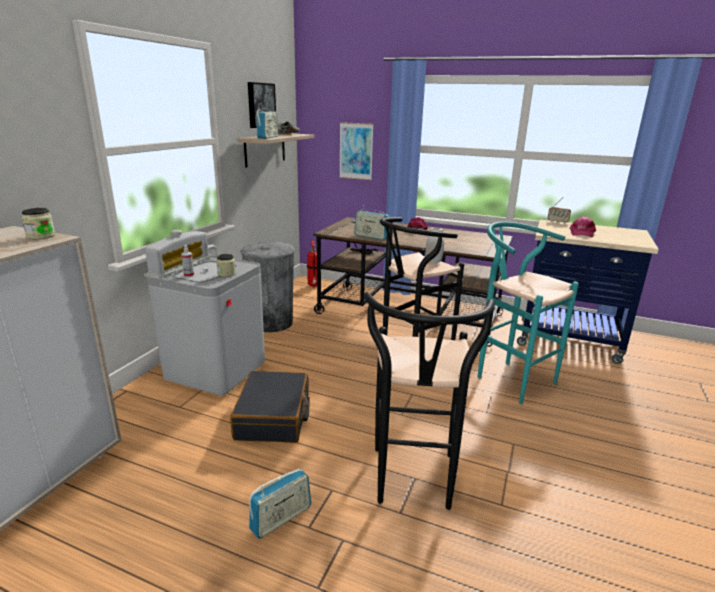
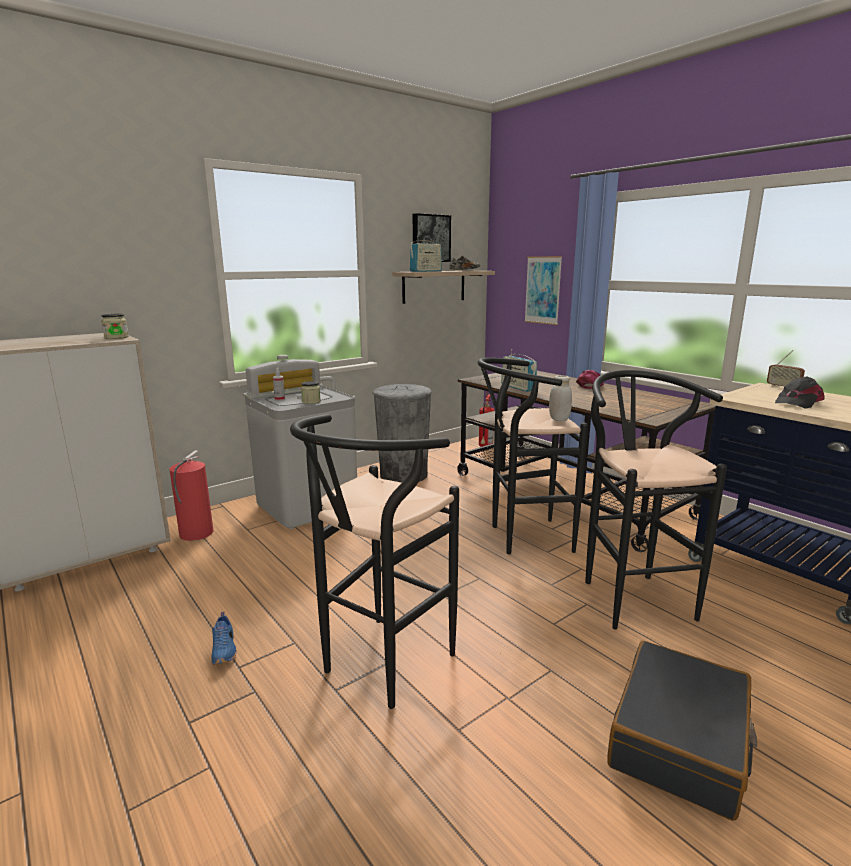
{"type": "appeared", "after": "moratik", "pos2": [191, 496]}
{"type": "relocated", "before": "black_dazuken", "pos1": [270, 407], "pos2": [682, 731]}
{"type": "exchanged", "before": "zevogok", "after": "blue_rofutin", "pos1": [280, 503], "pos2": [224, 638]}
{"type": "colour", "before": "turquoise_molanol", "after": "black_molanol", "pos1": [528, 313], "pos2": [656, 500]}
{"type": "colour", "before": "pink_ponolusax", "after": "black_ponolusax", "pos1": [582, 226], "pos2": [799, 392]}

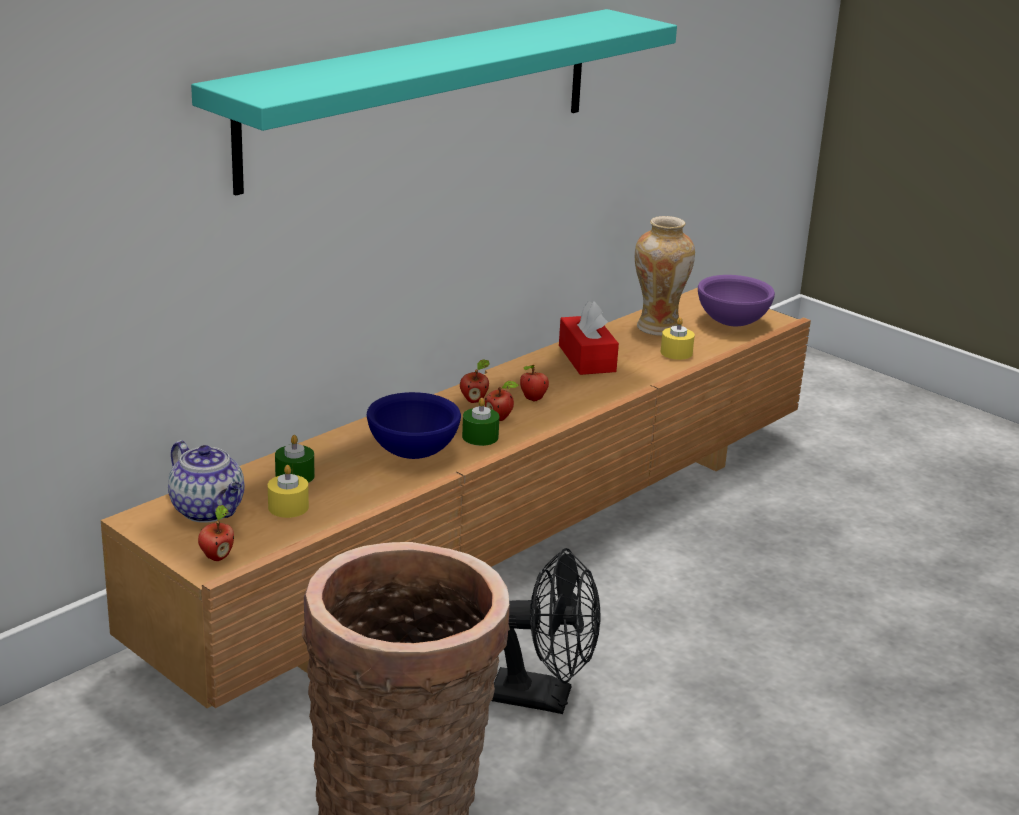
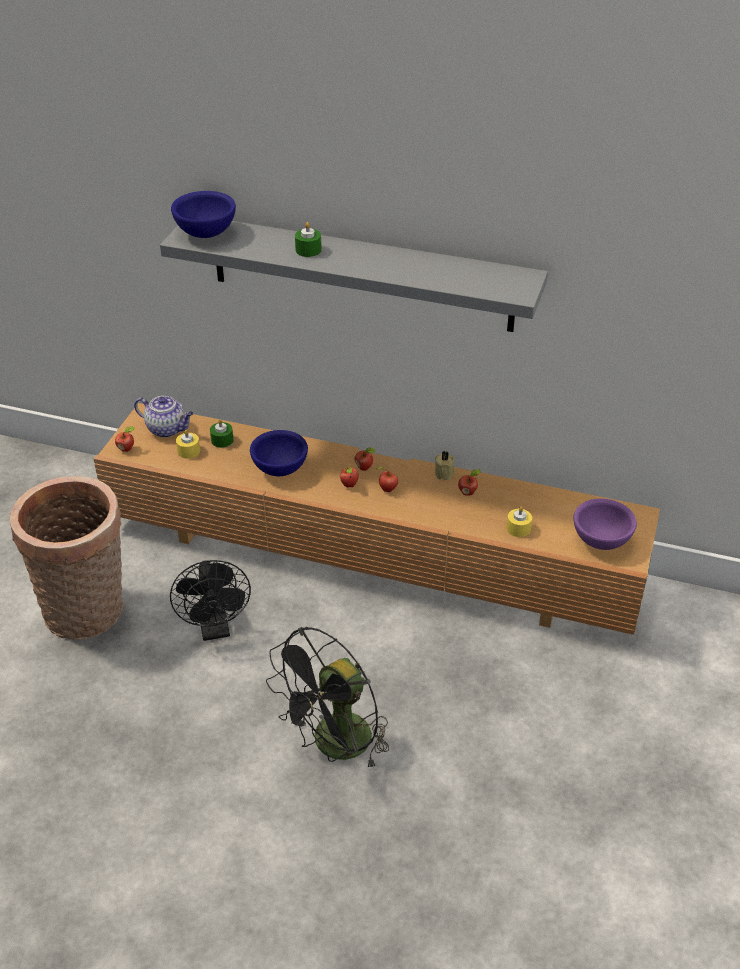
{"type": "missing", "before": "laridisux", "pos1": [665, 276]}
{"type": "appeared", "after": "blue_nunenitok", "pos2": [203, 214]}
{"type": "appeared", "after": "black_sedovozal", "pos2": [327, 696]}
{"type": "appeared", "after": "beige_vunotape", "pos2": [445, 465]}
{"type": "relocated", "before": "green_vunotape", "pos1": [480, 422], "pos2": [308, 239]}
{"type": "exchanged", "before": "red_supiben", "after": "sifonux", "pos1": [589, 338], "pos2": [469, 482]}
{"type": "colour", "before": "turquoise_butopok", "after": "grey_butopok", "pos1": [434, 102], "pos2": [354, 276]}
{"type": "spun", "before": "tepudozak", "pos1": [206, 481], "pos2": [164, 417], "turn": -90}

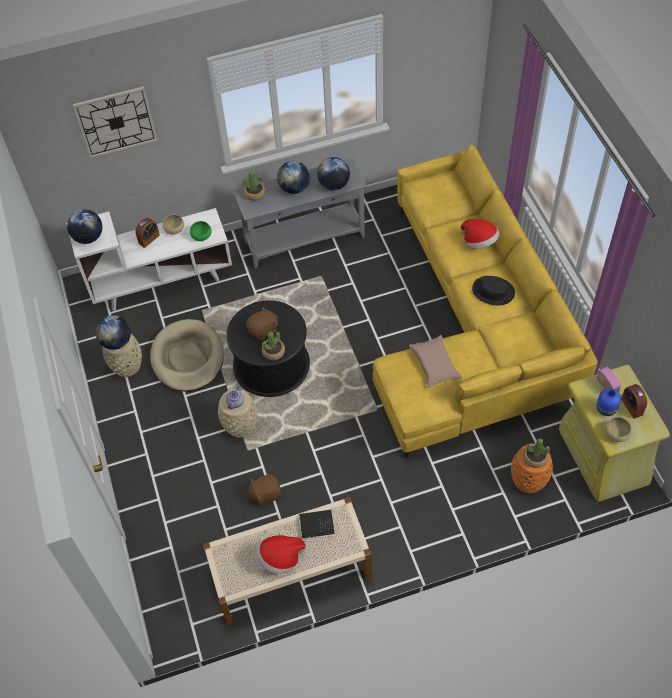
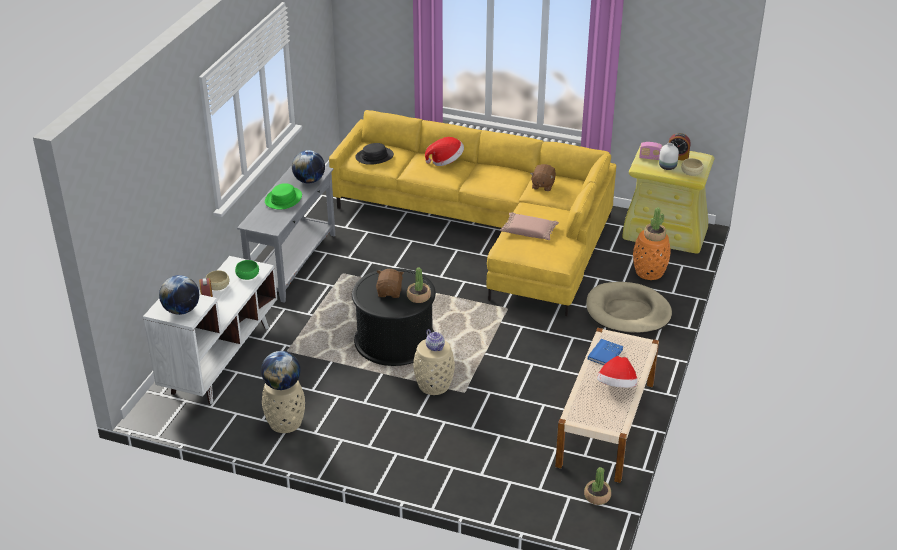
{"type": "missing", "before": "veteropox", "pos1": [115, 122]}
{"type": "relocated", "before": "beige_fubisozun", "pos1": [187, 355], "pos2": [629, 308]}
{"type": "relocated", "before": "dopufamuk", "pos1": [254, 186], "pos2": [597, 486]}
{"type": "relocated", "before": "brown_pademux", "pos1": [263, 490], "pos2": [543, 177]}
{"type": "relocated", "before": "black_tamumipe", "pos1": [493, 290], "pos2": [374, 154]}
{"type": "exchanged", "before": "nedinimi", "after": "green_tamumipe", "pos1": [293, 177], "pos2": [283, 196]}
{"type": "colour", "before": "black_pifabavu", "after": "blue_pifabavu", "pos1": [317, 524], "pos2": [605, 352]}
{"type": "colour", "before": "blue_laridisux", "after": "white_laridisux", "pos1": [608, 402], "pos2": [669, 156]}

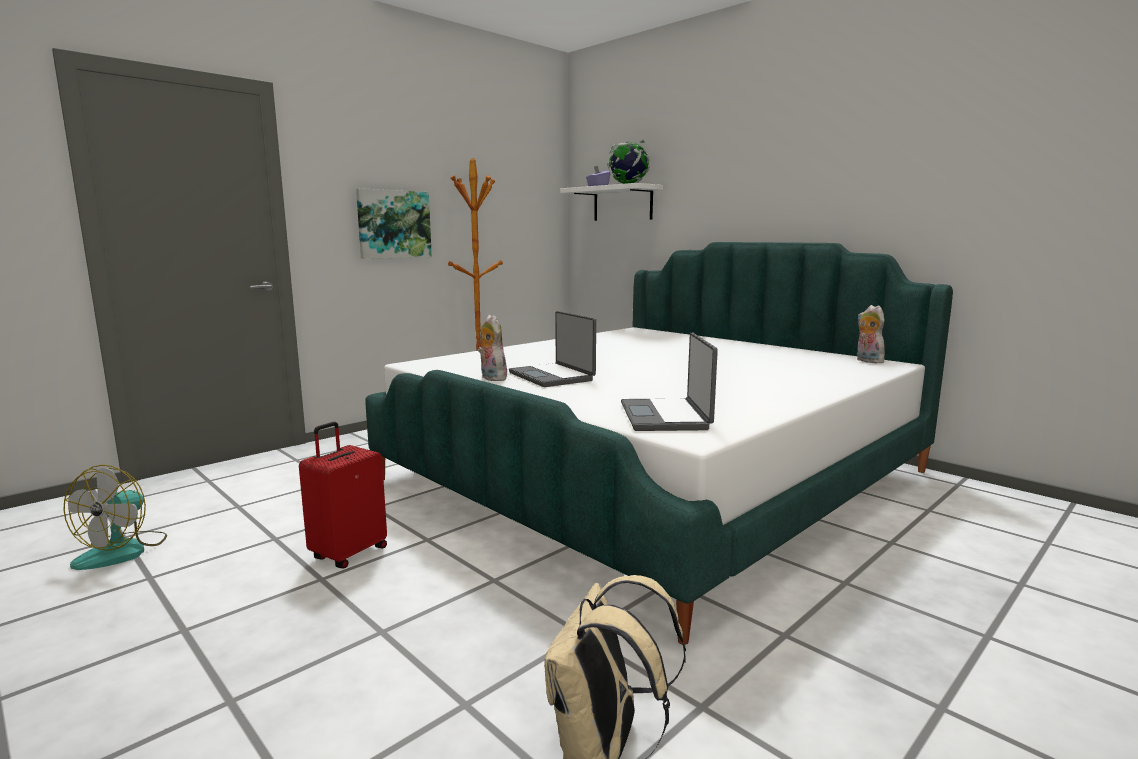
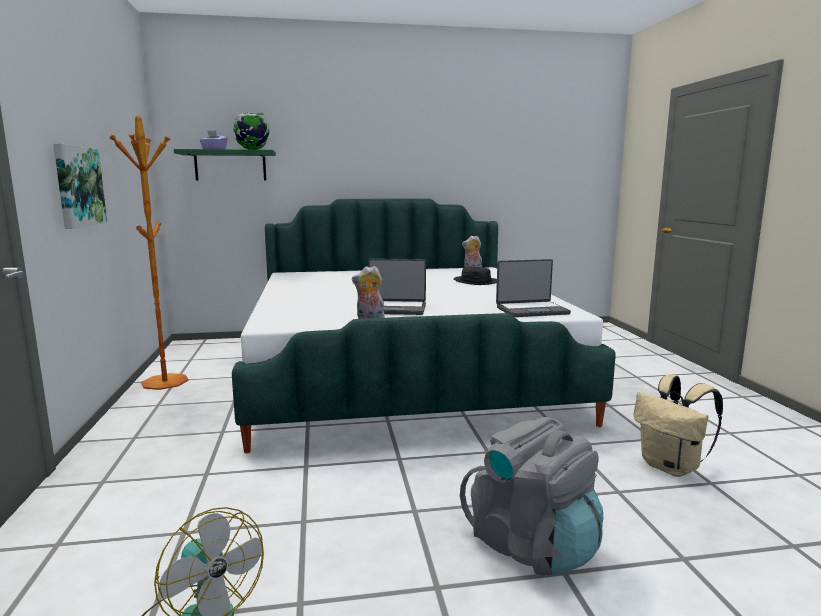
{"type": "missing", "before": "red_dazuken", "pos1": [343, 495]}
{"type": "appeared", "after": "black_tamumipe", "pos2": [475, 276]}
{"type": "appeared", "after": "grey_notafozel", "pos2": [531, 496]}
{"type": "colour", "before": "white_butopok", "after": "green_butopok", "pos1": [611, 202], "pos2": [225, 164]}
{"type": "spun", "before": "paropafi", "pos1": [669, 381], "pos2": [533, 288], "turn": -45}

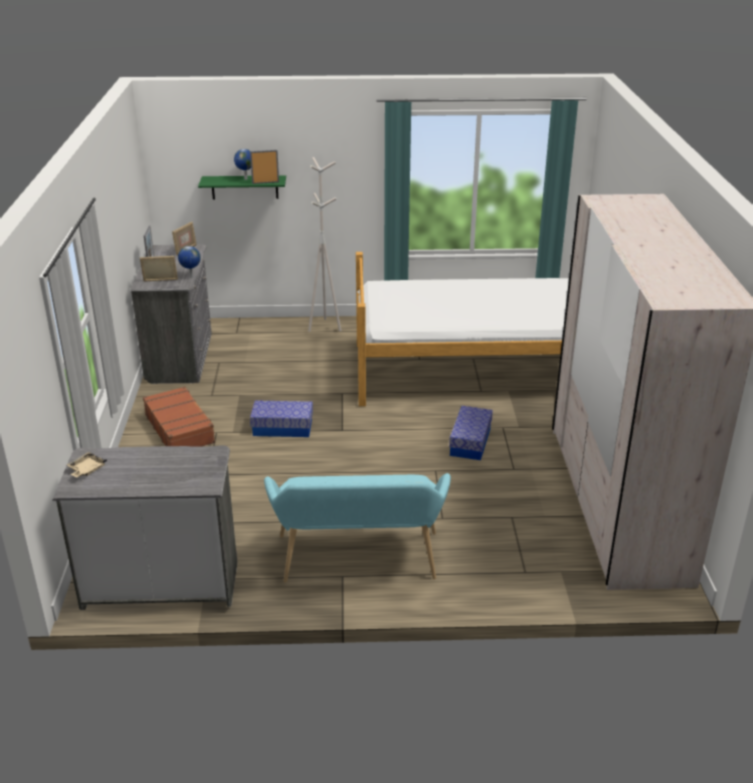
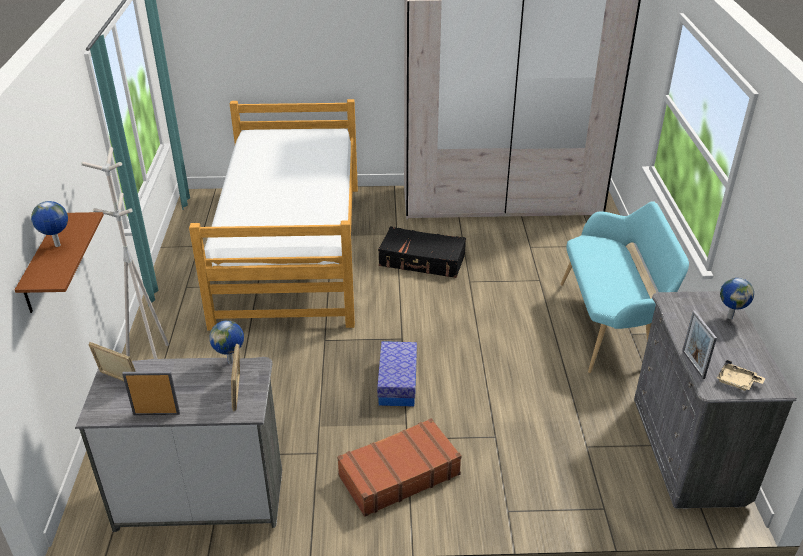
{"type": "appeared", "after": "nedinimi", "pos2": [737, 298]}
{"type": "relocated", "before": "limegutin", "pos1": [264, 167], "pos2": [699, 344]}
{"type": "exchanged", "before": "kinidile", "after": "black_dazuken", "pos1": [471, 433], "pos2": [422, 252]}
{"type": "colour", "before": "green_butopok", "after": "brown_butopok", "pos1": [242, 187], "pos2": [59, 262]}

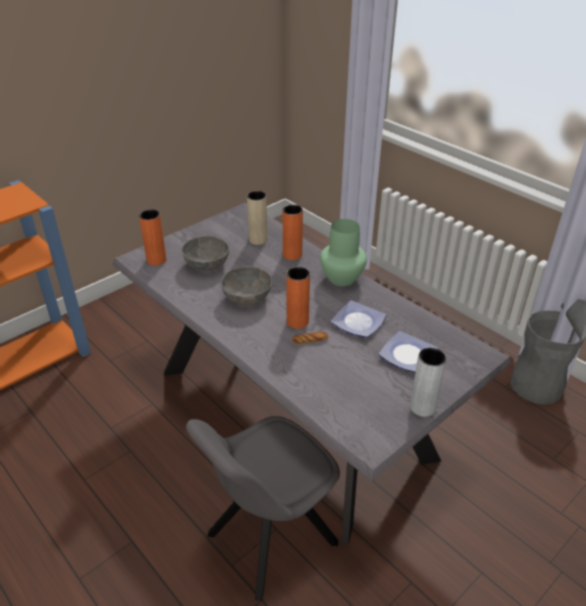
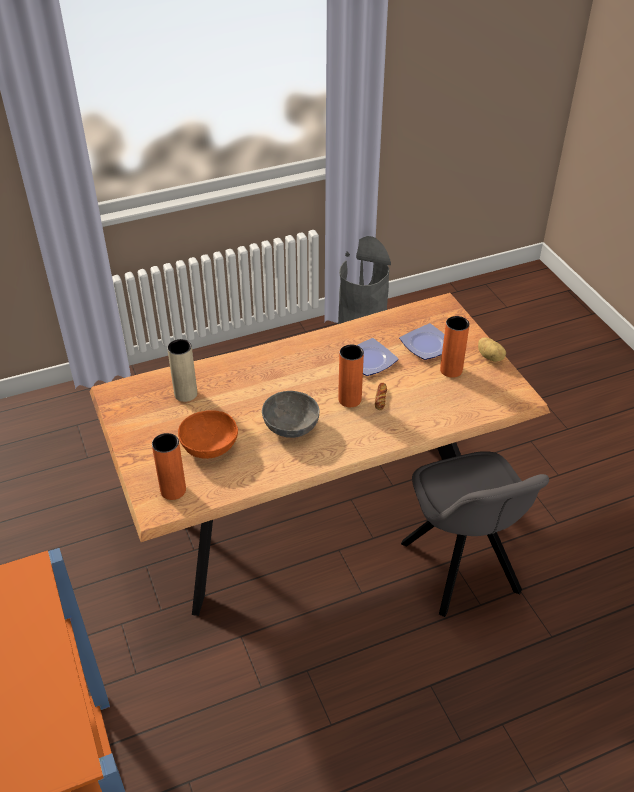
{"type": "missing", "before": "green_laridisux", "pos1": [343, 252]}
{"type": "relocated", "before": "orange_laridisux", "pos1": [293, 232], "pos2": [455, 347]}
{"type": "exchanged", "before": "grey_laridisux", "after": "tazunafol", "pos1": [428, 382], "pos2": [492, 349]}
{"type": "colour", "before": "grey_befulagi", "after": "brown_befulagi", "pos1": [312, 374], "pos2": [319, 454]}
{"type": "colour", "before": "grey_nunenitok", "after": "orange_nunenitok", "pos1": [205, 253], "pos2": [208, 434]}

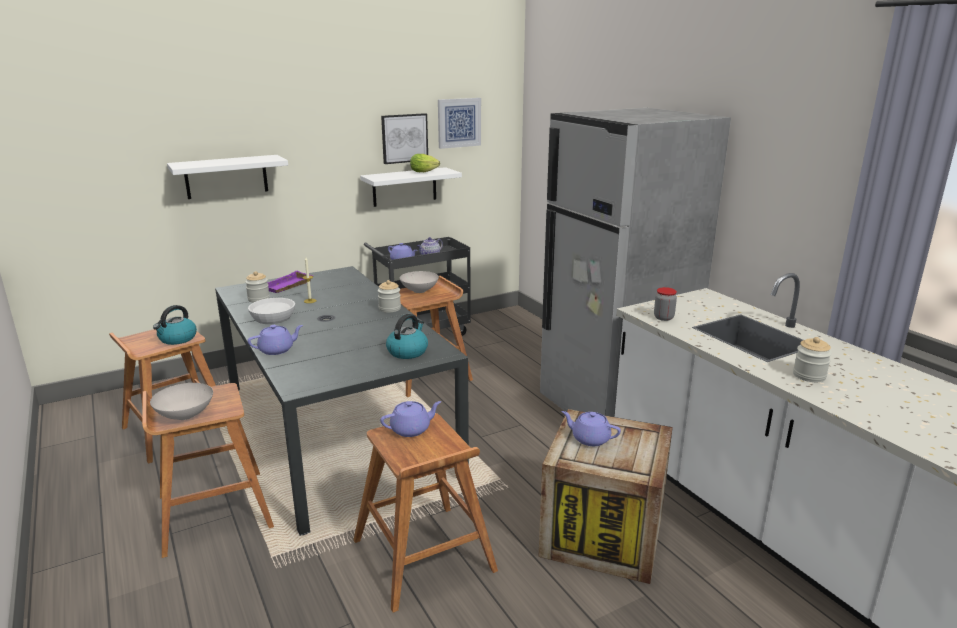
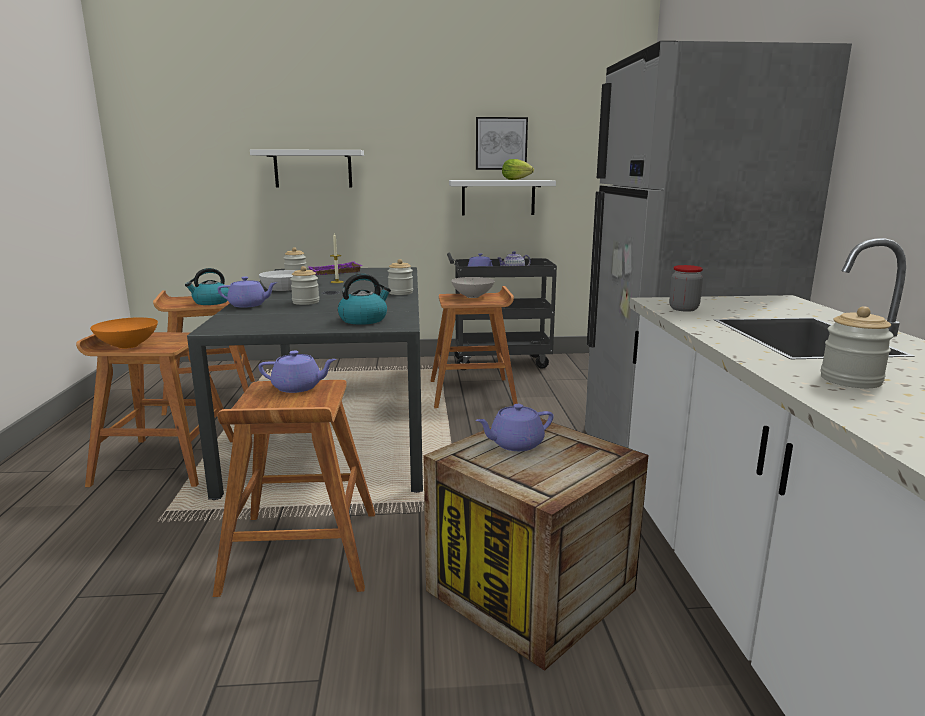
{"type": "missing", "before": "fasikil", "pos1": [459, 123]}
{"type": "appeared", "after": "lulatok", "pos2": [304, 285]}
{"type": "colour", "before": "white_nunenitok", "after": "orange_nunenitok", "pos1": [181, 401], "pos2": [124, 333]}
{"type": "spun", "before": "purple_tepudozak", "pos1": [591, 428], "pos2": [514, 427], "turn": -75}

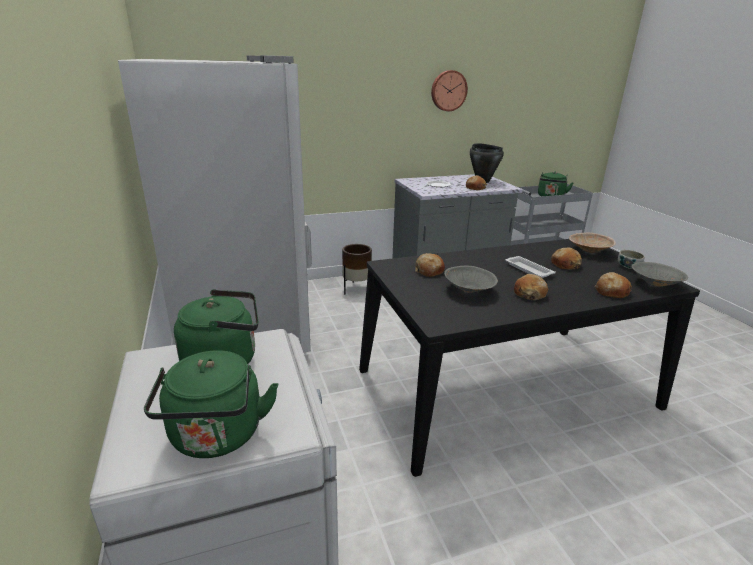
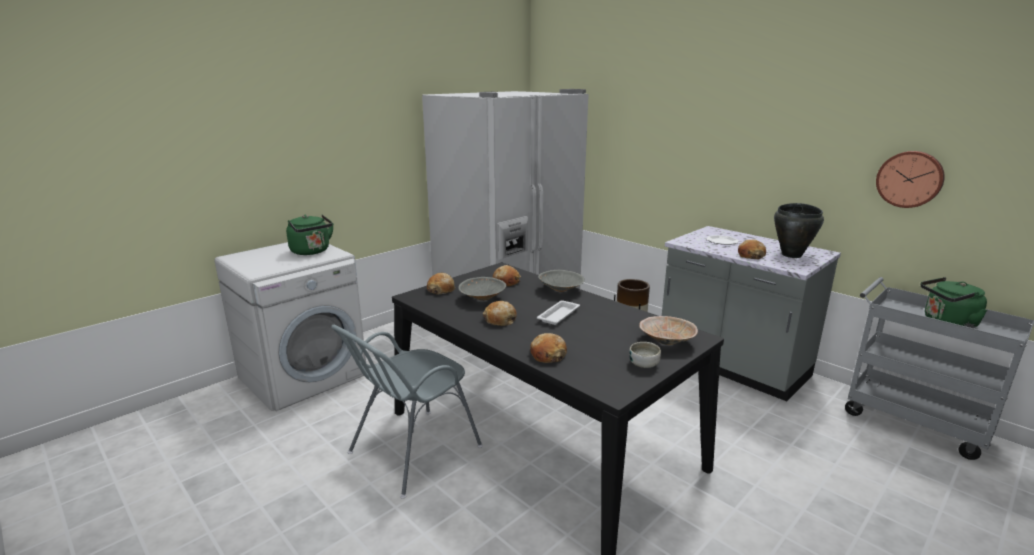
{"type": "missing", "before": "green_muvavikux", "pos1": [211, 404]}
{"type": "appeared", "after": "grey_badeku", "pos2": [407, 412]}
{"type": "relocated", "before": "veteropox", "pos1": [449, 90], "pos2": [910, 179]}
{"type": "relocated", "before": "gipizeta", "pos1": [566, 258], "pos2": [441, 283]}
{"type": "relocated", "before": "grey_nunenitok", "pos1": [659, 274], "pos2": [561, 281]}

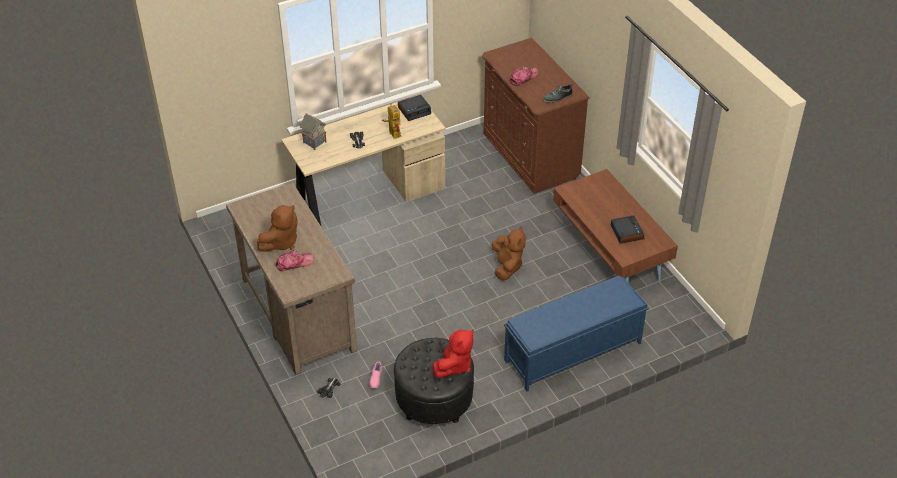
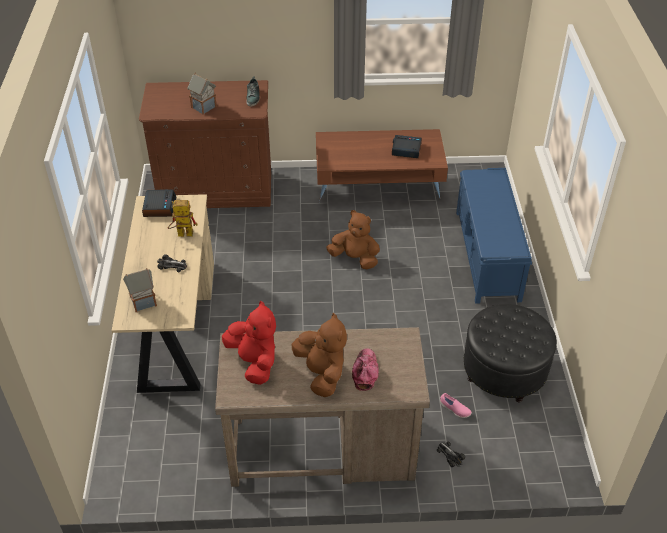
{"type": "relocated", "before": "red_pademux", "pos1": [453, 353], "pos2": [249, 343]}
{"type": "exchanged", "before": "ponolusax", "after": "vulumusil", "pos1": [523, 76], "pos2": [202, 94]}

